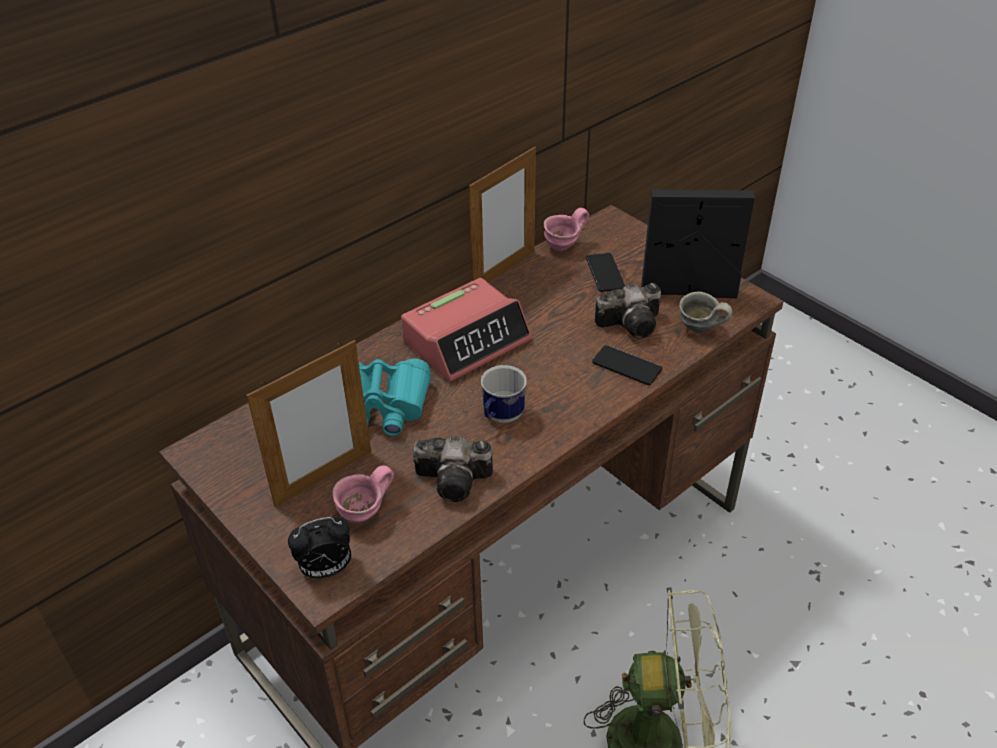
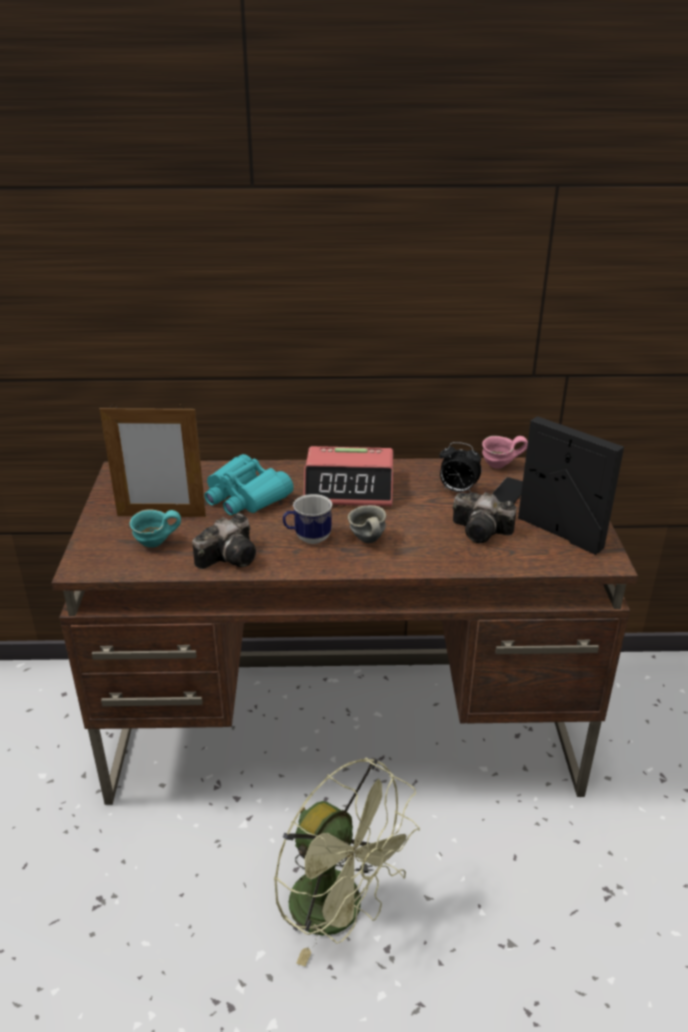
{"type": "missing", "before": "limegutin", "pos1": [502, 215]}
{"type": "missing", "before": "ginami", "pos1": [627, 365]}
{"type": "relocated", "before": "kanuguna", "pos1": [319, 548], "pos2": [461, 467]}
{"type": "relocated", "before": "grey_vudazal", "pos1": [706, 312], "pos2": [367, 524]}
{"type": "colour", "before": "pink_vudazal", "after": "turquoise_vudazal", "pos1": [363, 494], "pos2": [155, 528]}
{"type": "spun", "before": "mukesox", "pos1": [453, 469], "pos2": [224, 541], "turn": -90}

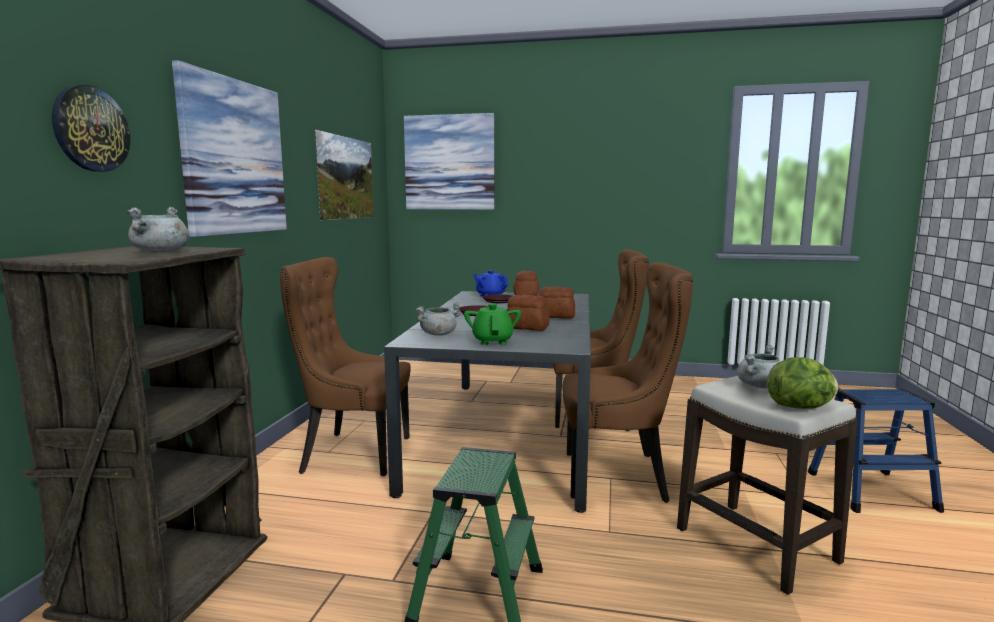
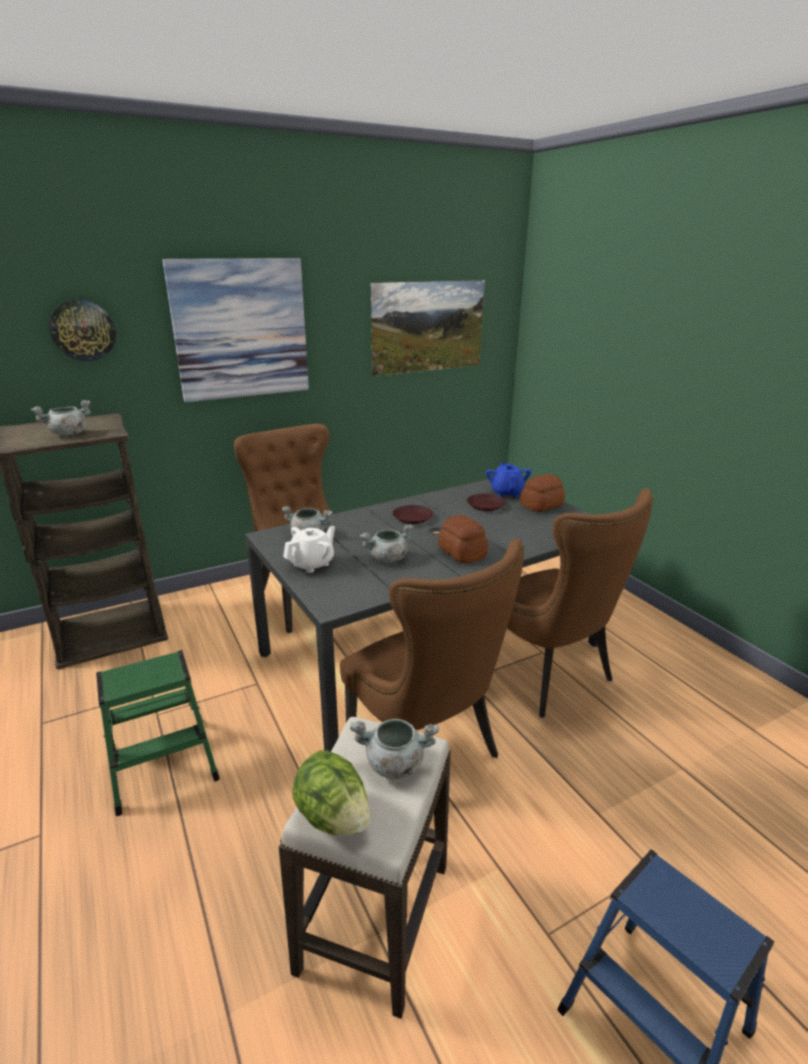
{"type": "missing", "before": "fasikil", "pos1": [449, 161]}
{"type": "exchanged", "before": "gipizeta", "after": "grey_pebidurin", "pos1": [528, 313], "pos2": [386, 543]}
{"type": "colour", "before": "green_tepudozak", "after": "white_tepudozak", "pos1": [492, 324], "pos2": [309, 549]}

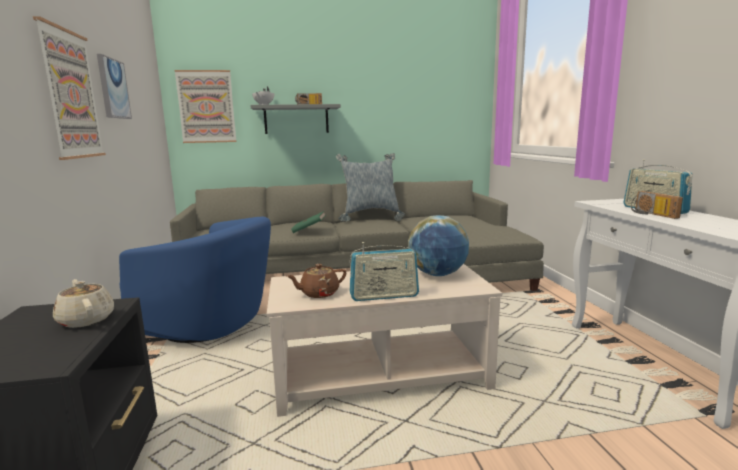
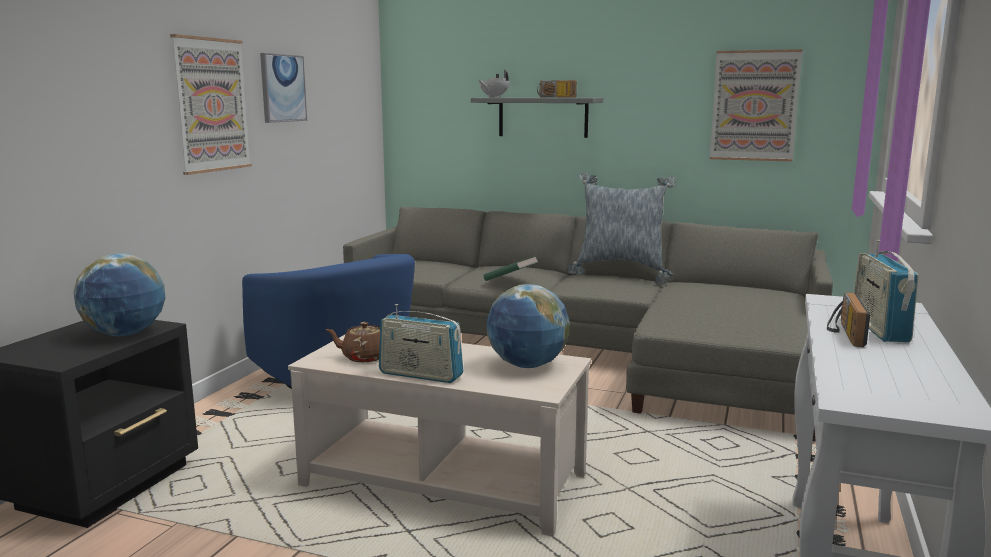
{"type": "relocated", "before": "fasikil", "pos1": [205, 106], "pos2": [756, 105]}
{"type": "exchanged", "before": "beige_tepudozak", "after": "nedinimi", "pos1": [83, 303], "pos2": [119, 294]}

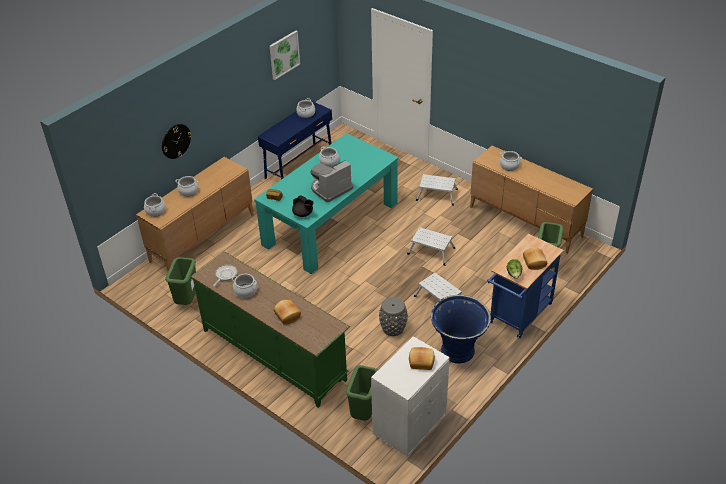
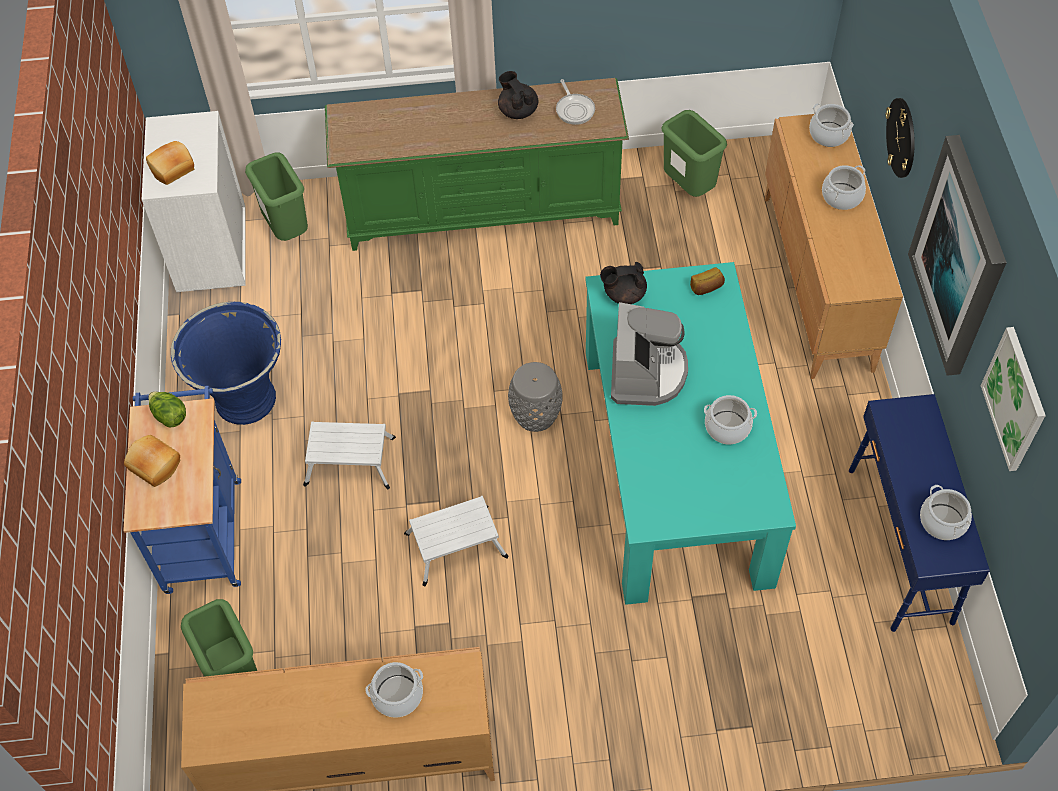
{"type": "missing", "before": "gipizeta", "pos1": [287, 312]}
{"type": "missing", "before": "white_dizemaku", "pos1": [437, 190]}
{"type": "appeared", "after": "fasikil", "pos2": [957, 255]}
{"type": "relocated", "before": "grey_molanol", "pos1": [393, 316], "pos2": [535, 397]}
{"type": "exchanged", "before": "pebidurin", "after": "black_tepudozak", "pos1": [244, 286], "pos2": [518, 95]}

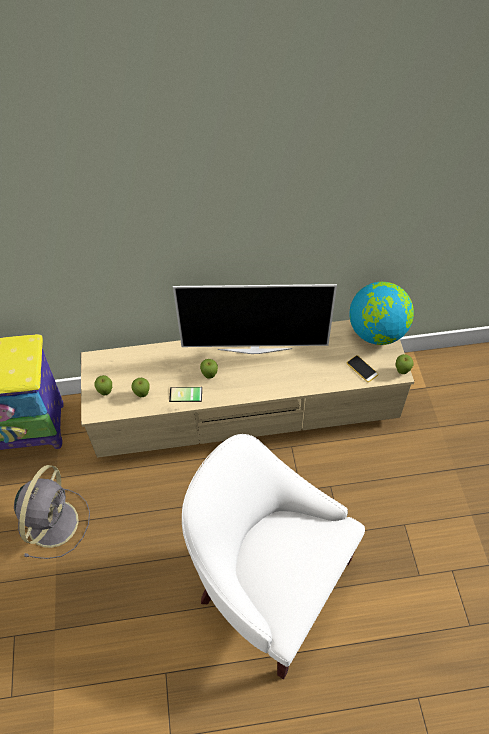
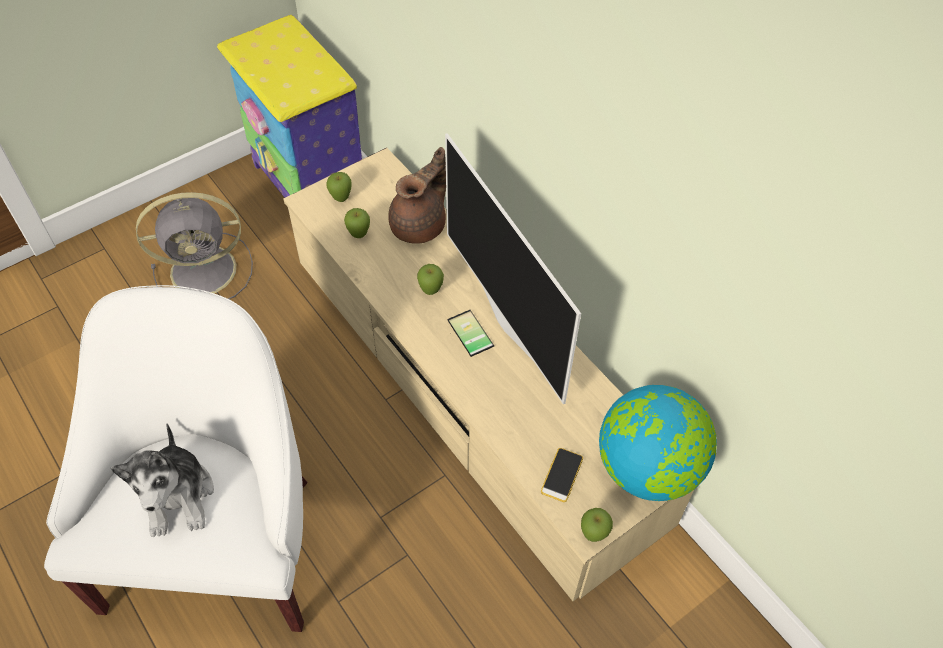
{"type": "appeared", "after": "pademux", "pos2": [162, 480]}
{"type": "appeared", "after": "brown_tepudozak", "pos2": [417, 195]}
{"type": "relocated", "before": "ginami", "pos1": [185, 394], "pos2": [470, 333]}

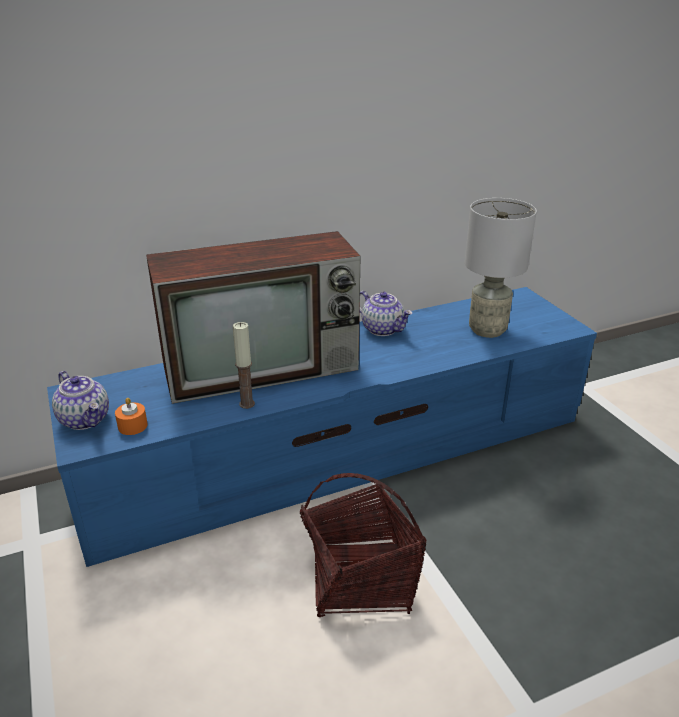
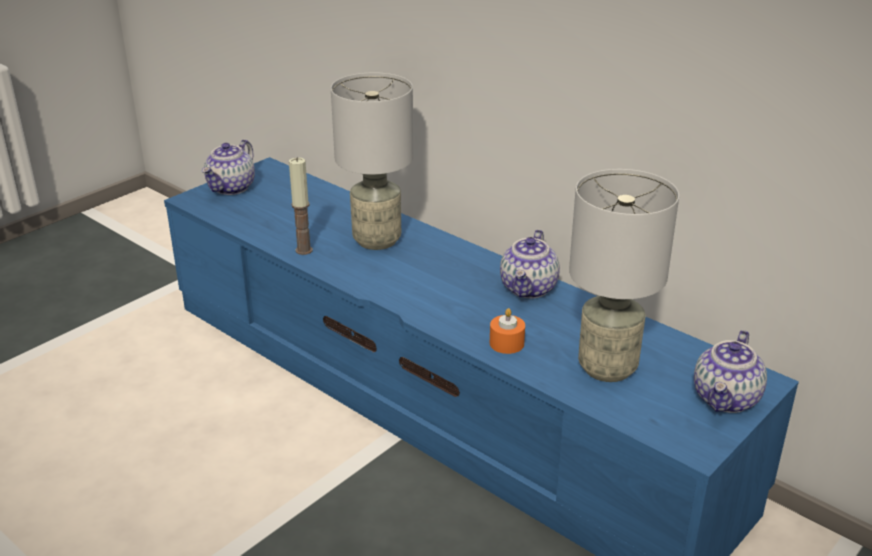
{"type": "missing", "before": "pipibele", "pos1": [363, 545]}
{"type": "appeared", "after": "tepudozak", "pos2": [730, 371]}
{"type": "relocated", "before": "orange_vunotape", "pos1": [131, 416], "pos2": [507, 331]}
{"type": "exchanged", "before": "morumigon", "after": "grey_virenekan", "pos1": [253, 317], "pos2": [372, 161]}

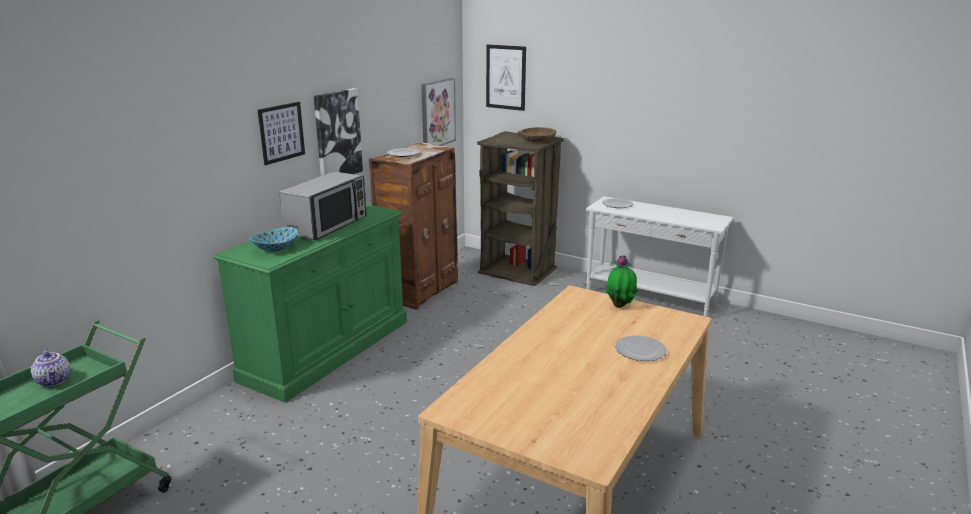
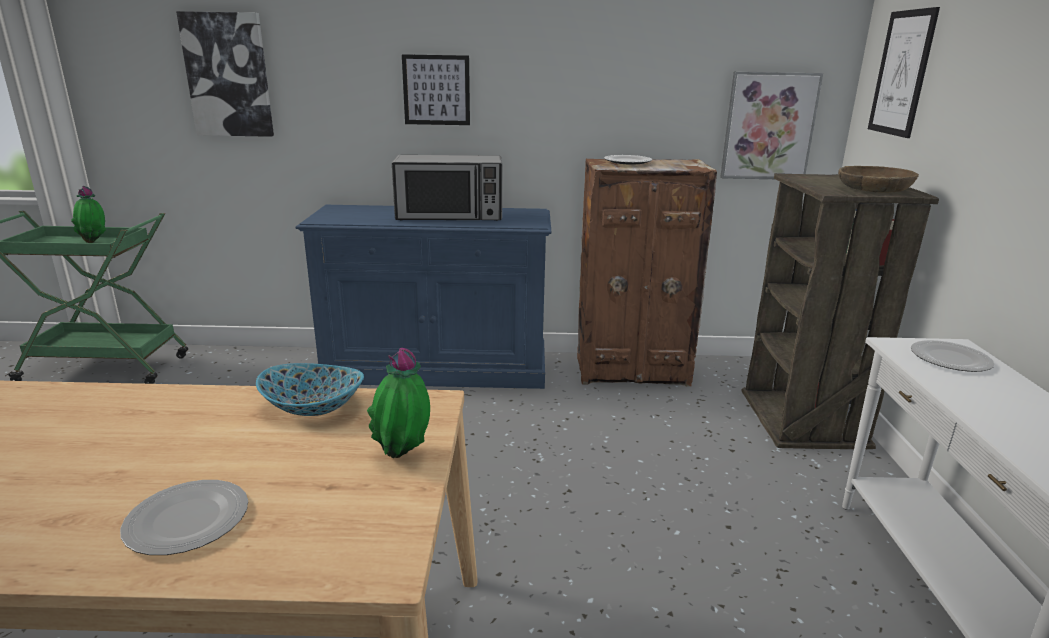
{"type": "relocated", "before": "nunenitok", "pos1": [273, 239], "pos2": [310, 389]}
{"type": "relocated", "before": "fasikil", "pos1": [338, 132], "pos2": [225, 74]}
{"type": "exchanged", "before": "tepudozak", "after": "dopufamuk", "pos1": [50, 368], "pos2": [88, 214]}
{"type": "colour", "before": "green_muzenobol", "after": "blue_muzenobol", "pos1": [310, 303], "pos2": [423, 297]}

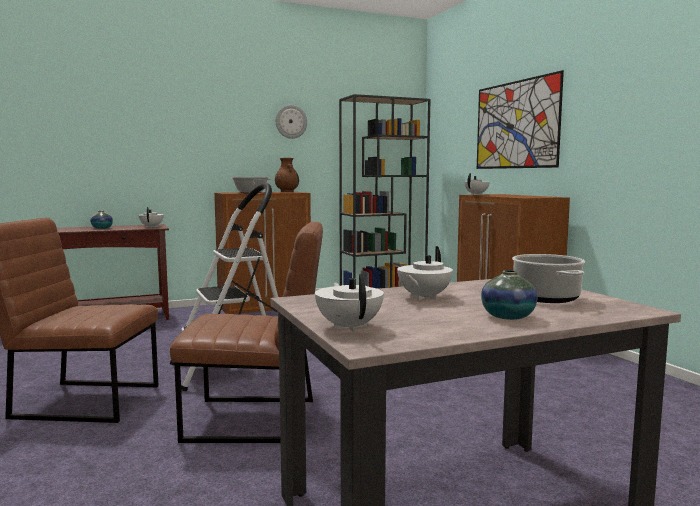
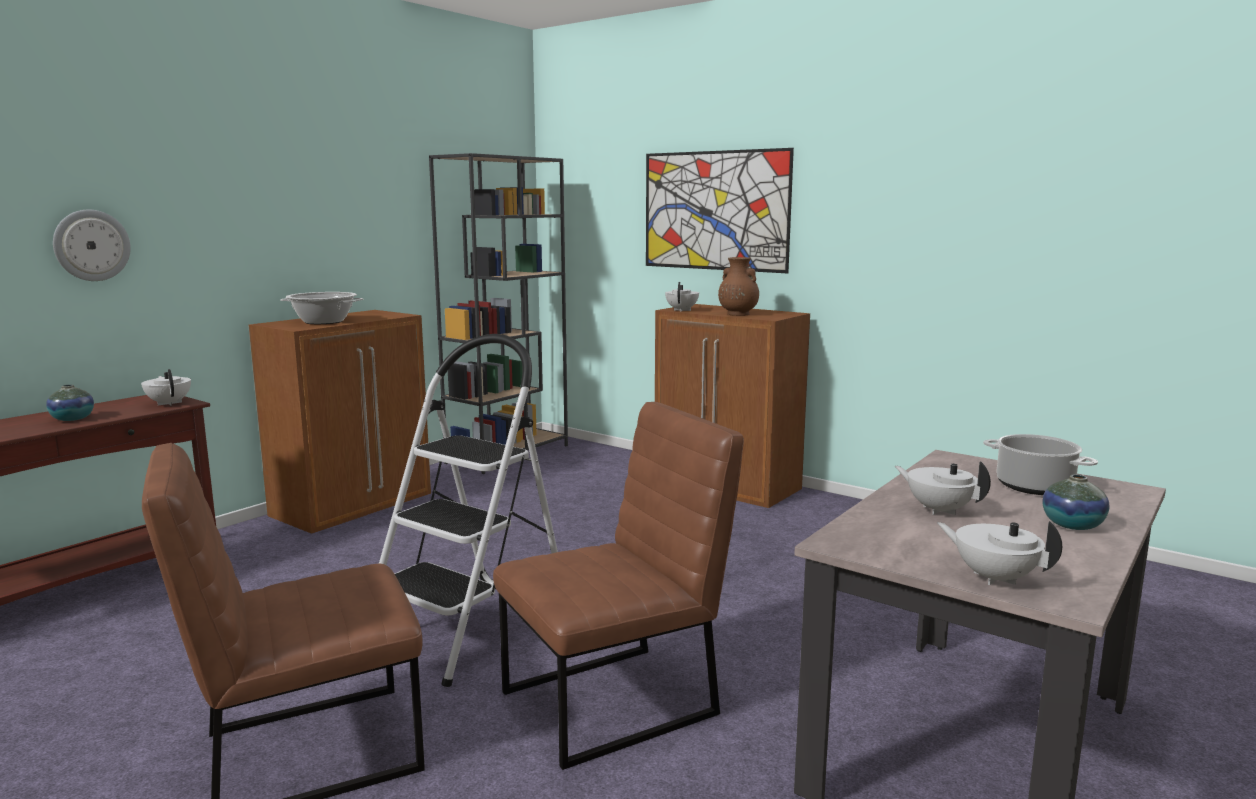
{"type": "relocated", "before": "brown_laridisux", "pos1": [287, 175], "pos2": [738, 286]}
{"type": "relocated", "before": "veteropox", "pos1": [291, 122], "pos2": [92, 245]}
{"type": "spun", "before": "white_tepudozak", "pos1": [425, 273], "pos2": [943, 488], "turn": 135}

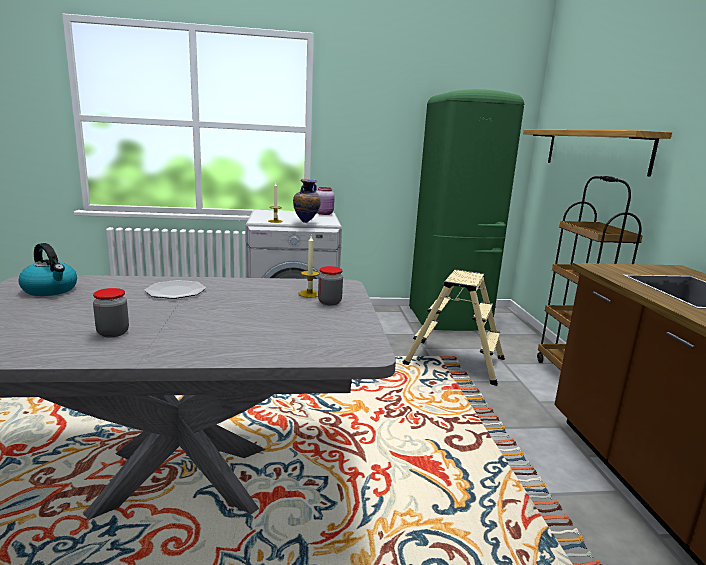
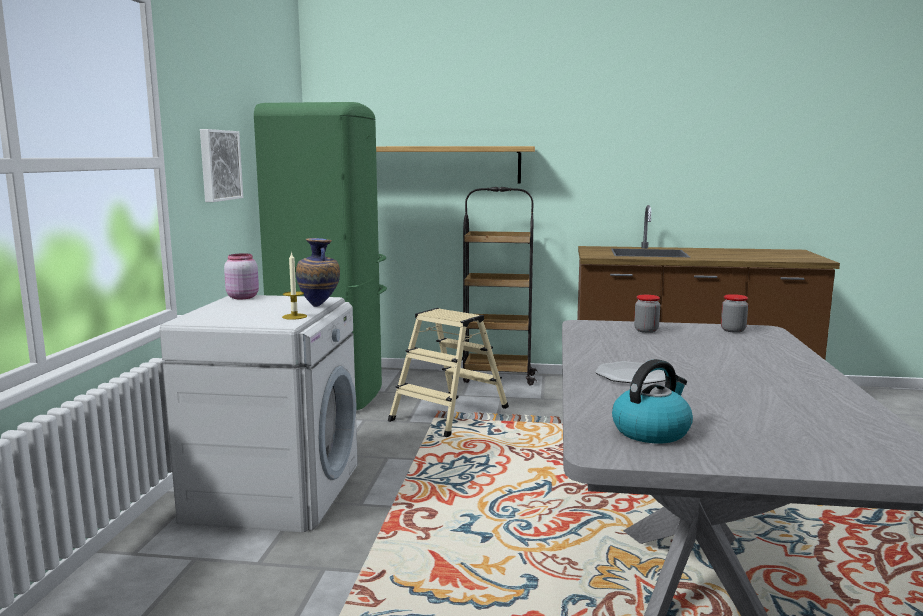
{"type": "missing", "before": "vunotape", "pos1": [309, 267]}
{"type": "appeared", "after": "fasikil", "pos2": [221, 165]}
{"type": "relocated", "before": "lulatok", "pos1": [111, 313], "pos2": [734, 313]}

